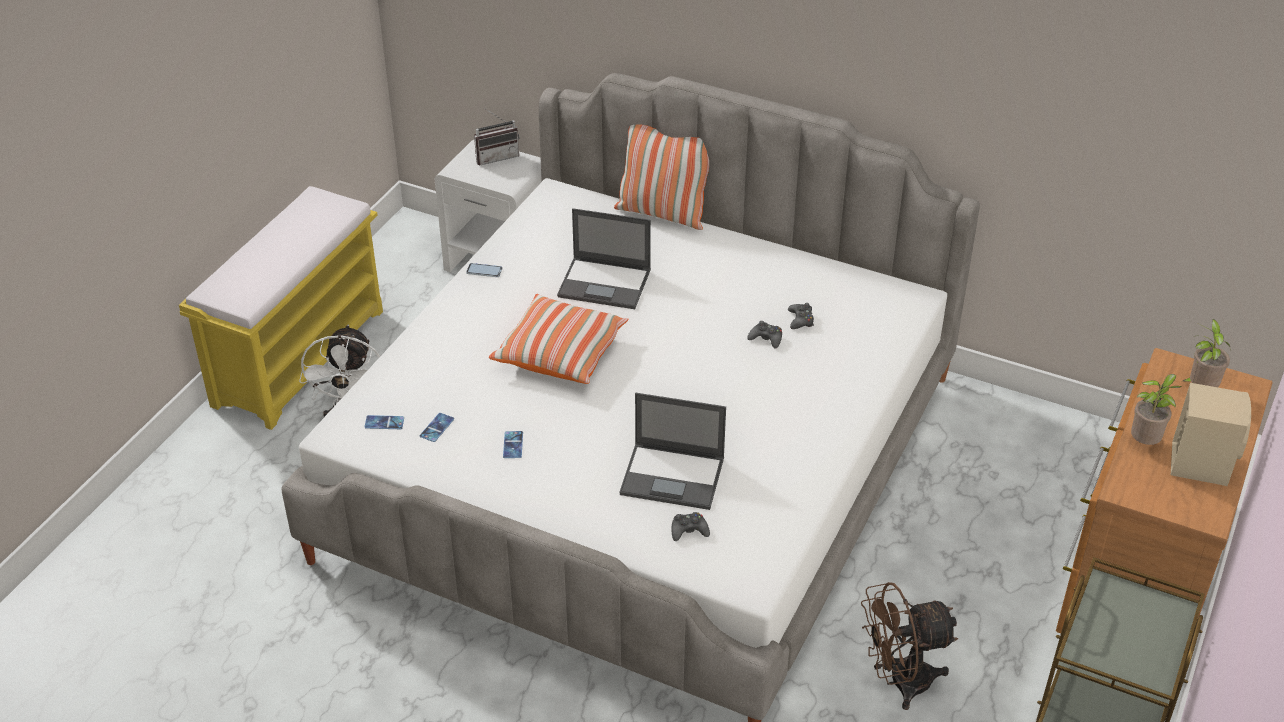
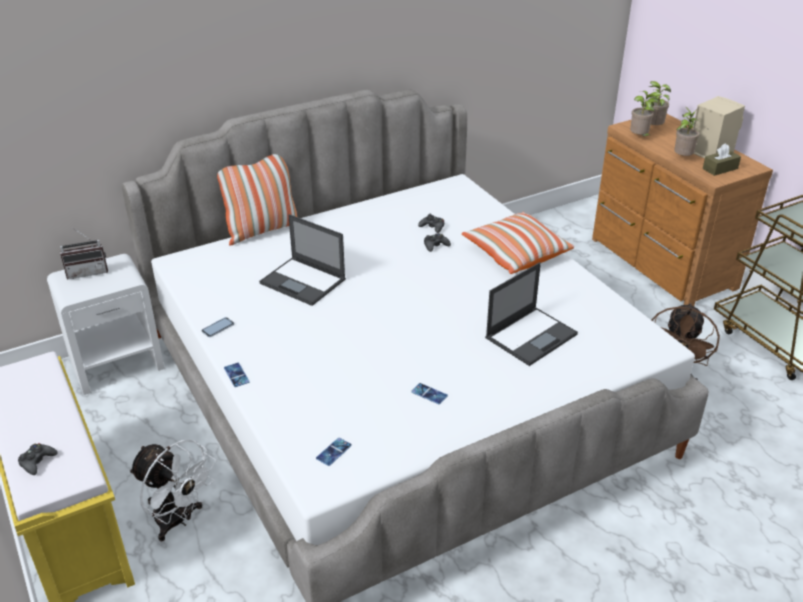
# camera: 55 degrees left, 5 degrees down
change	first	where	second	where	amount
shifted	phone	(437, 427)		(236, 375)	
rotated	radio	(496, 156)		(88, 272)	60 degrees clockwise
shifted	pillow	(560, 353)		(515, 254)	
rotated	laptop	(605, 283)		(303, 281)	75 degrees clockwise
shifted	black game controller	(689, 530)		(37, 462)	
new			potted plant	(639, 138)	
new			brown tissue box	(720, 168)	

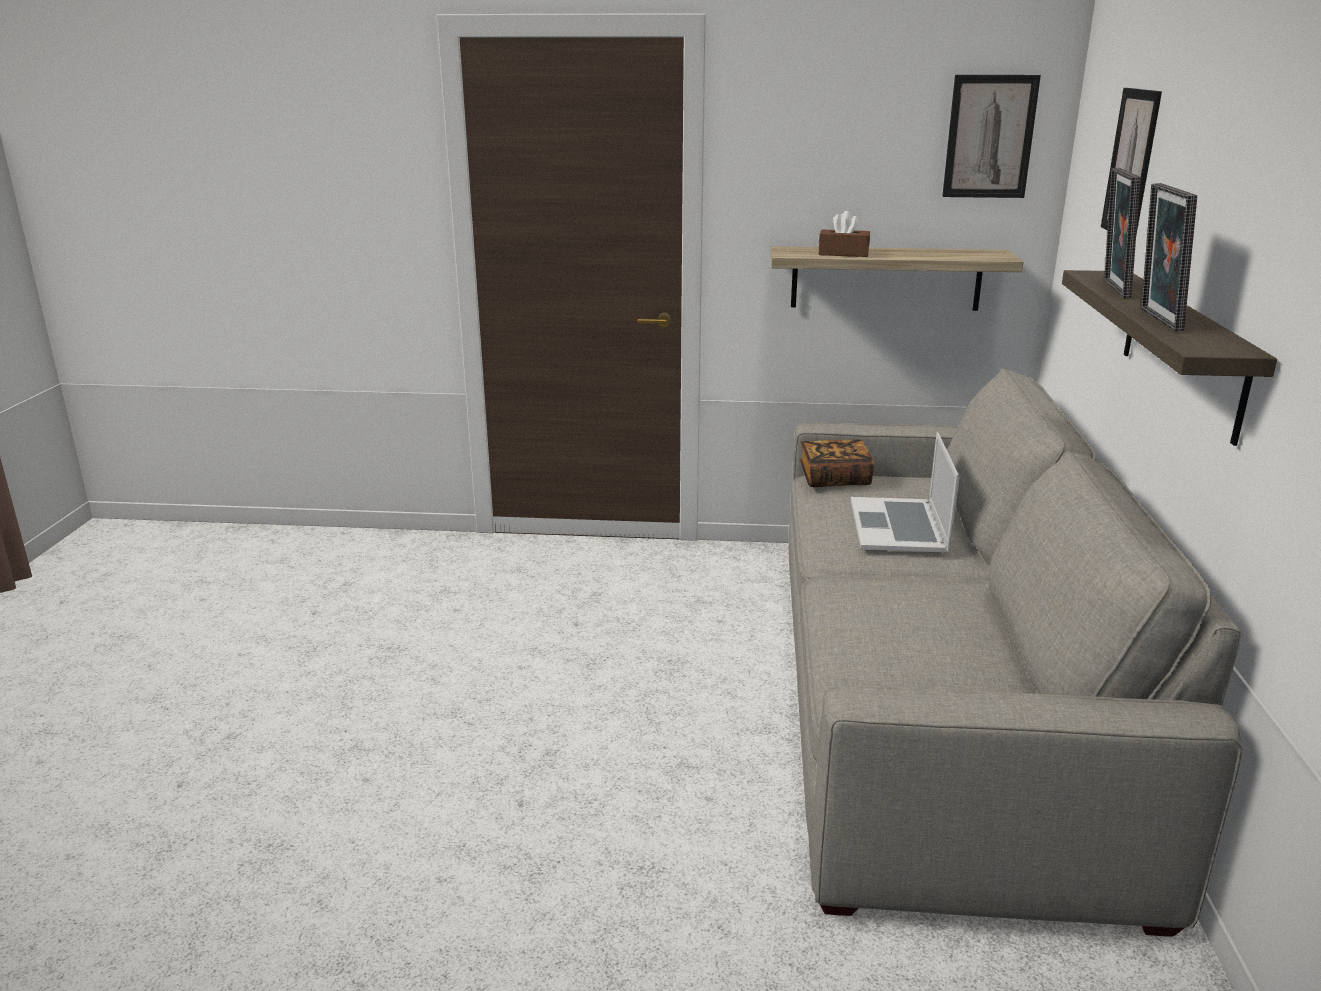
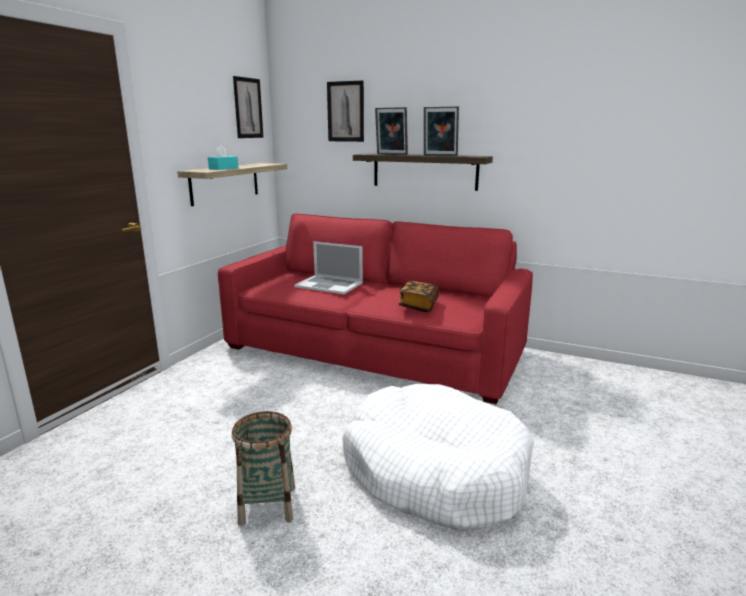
# camera: 70 degrees left, 5 degrees down
change	first	where	second	where	amount
repainted	grey sofa	(935, 698)	red sofa	(374, 349)	
shifted	book	(834, 479)		(418, 305)	
repainted	brown tissue box	(843, 253)	turquoise tissue box	(223, 168)	
new			basket	(267, 505)	
new			white dog bed	(434, 471)	

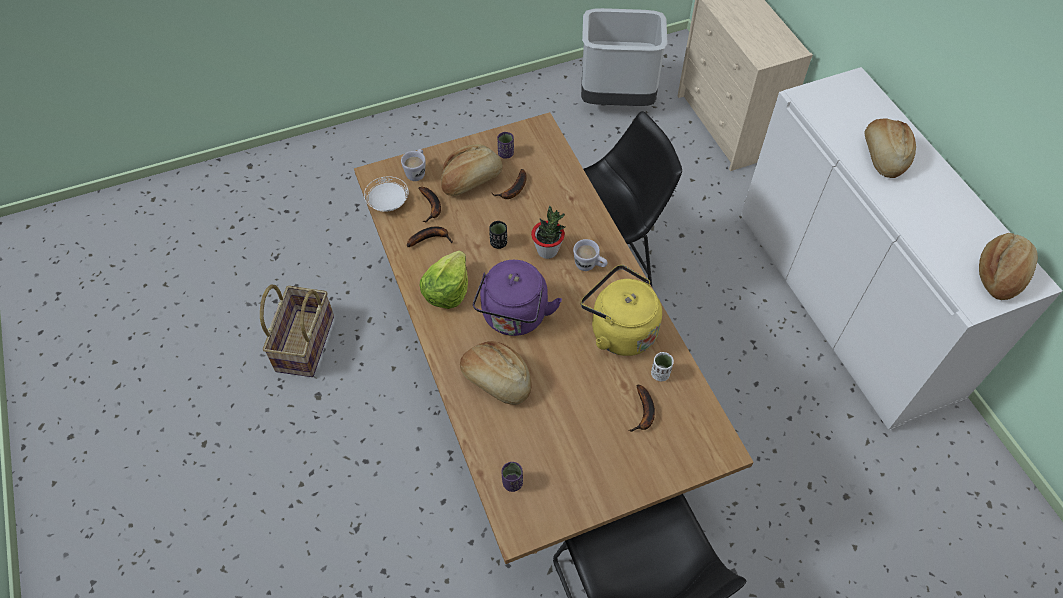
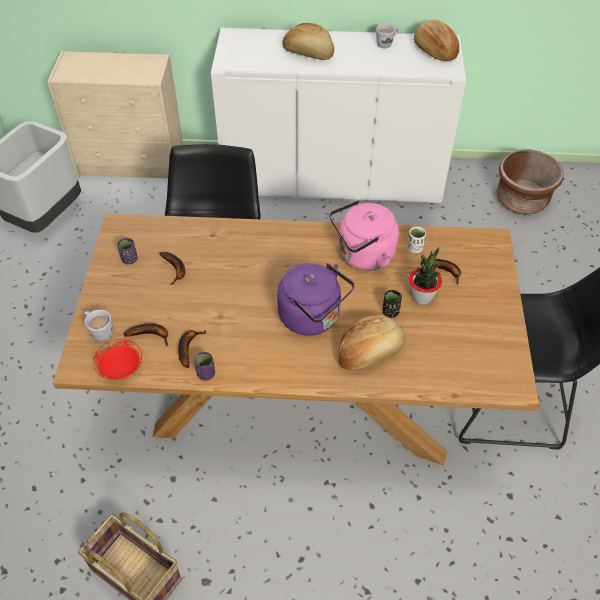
# camera: 65 degrees left, 5 degrees down
change	first	where	second	where	amount
repainted	white plate	(388, 202)	red plate	(120, 367)	
gone	lettuce	(447, 290)			
gone	bread	(471, 180)			
shifted	black cup	(498, 243)		(390, 312)	
shifted	purple cup	(512, 483)		(206, 374)	
shifted	potted plant	(547, 251)		(422, 297)	
shifted	white mug	(589, 266)		(386, 44)	
repainted	yellow kettle	(619, 330)	pink kettle	(363, 256)	
new			brown planter	(521, 200)	

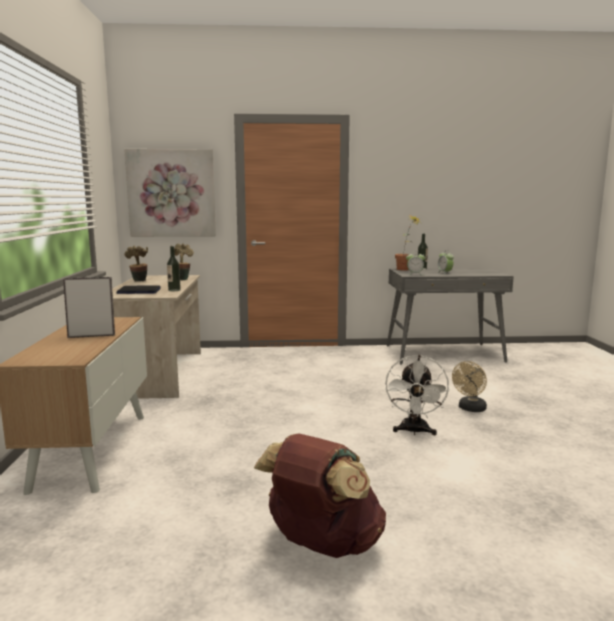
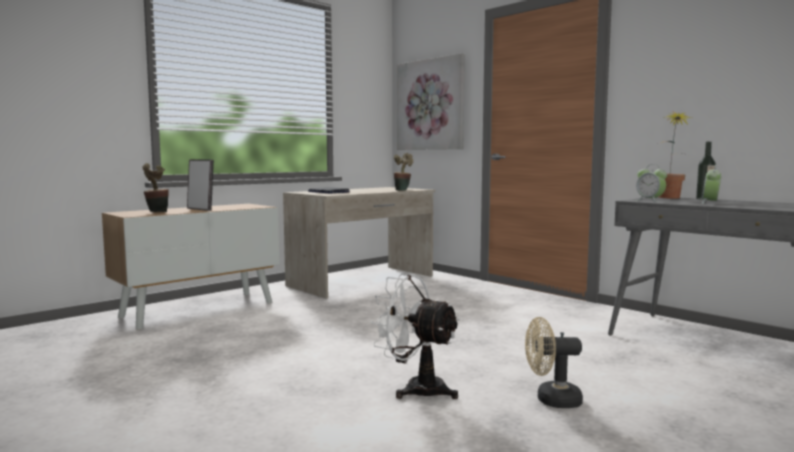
# camera: 50 degrees right, 5 degrees down
change	first	where	second	where	amount
shifted	potted plant	(139, 281)		(156, 212)	
gone	bottle	(174, 290)			
gone	brown backpack	(322, 545)			
rotated	white fan	(414, 431)		(416, 388)	60 degrees clockwise

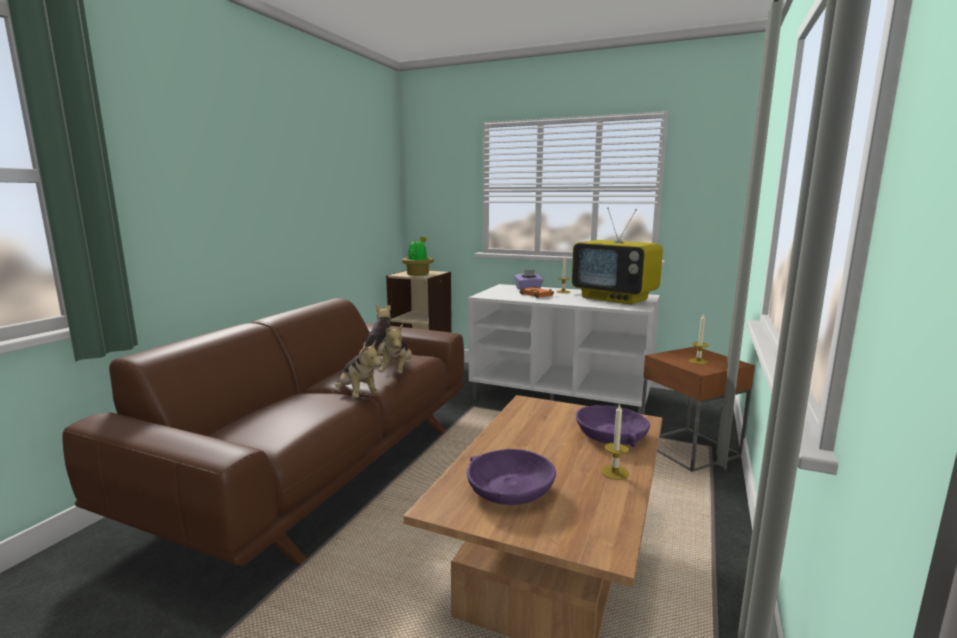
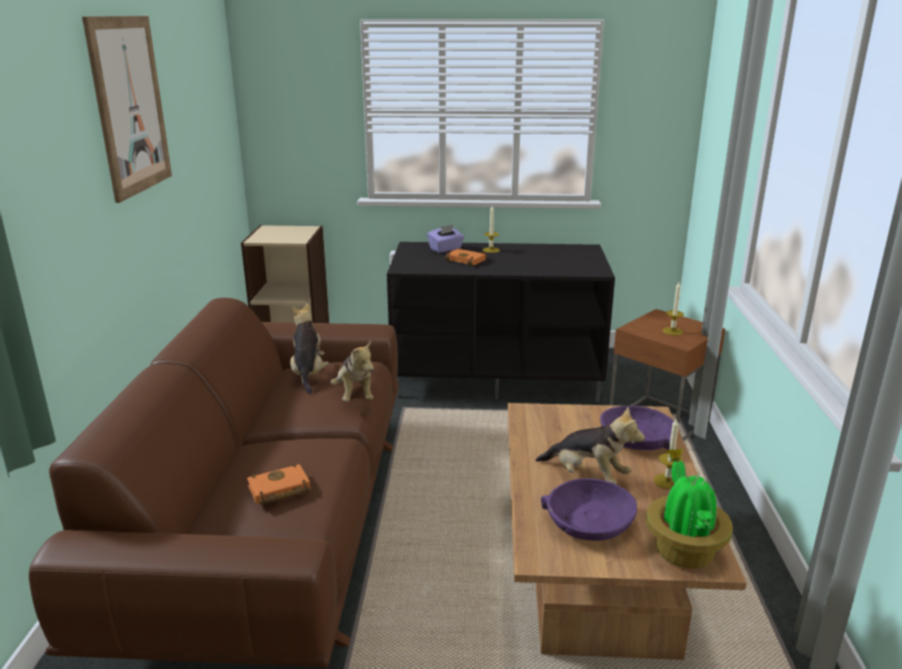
# camera: 20 degrees left, 10 degrees up
change	first	where	second	where	amount
shifted	plush toy	(357, 395)		(587, 476)	
shifted	potted plant	(418, 274)		(682, 549)	
repainted	white tv stand	(562, 397)	black tv stand	(498, 376)	
gone	television	(615, 298)			
new			picture	(130, 106)	
new			orange book	(278, 490)	

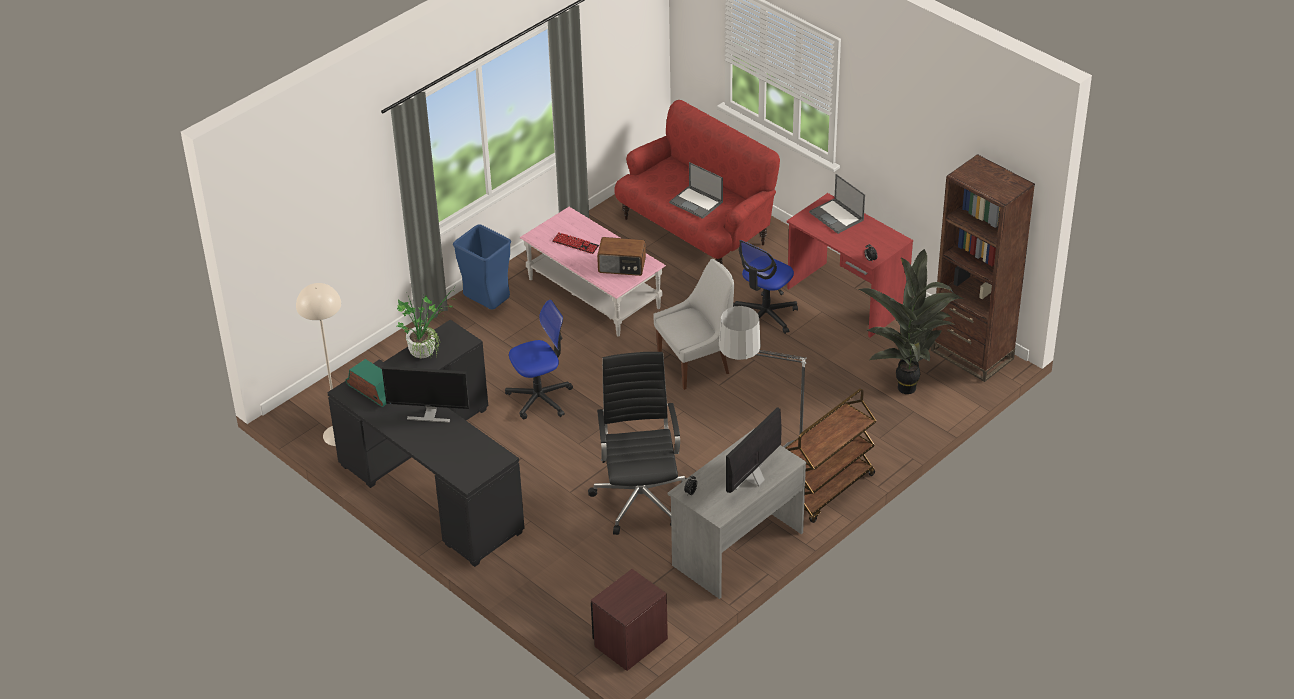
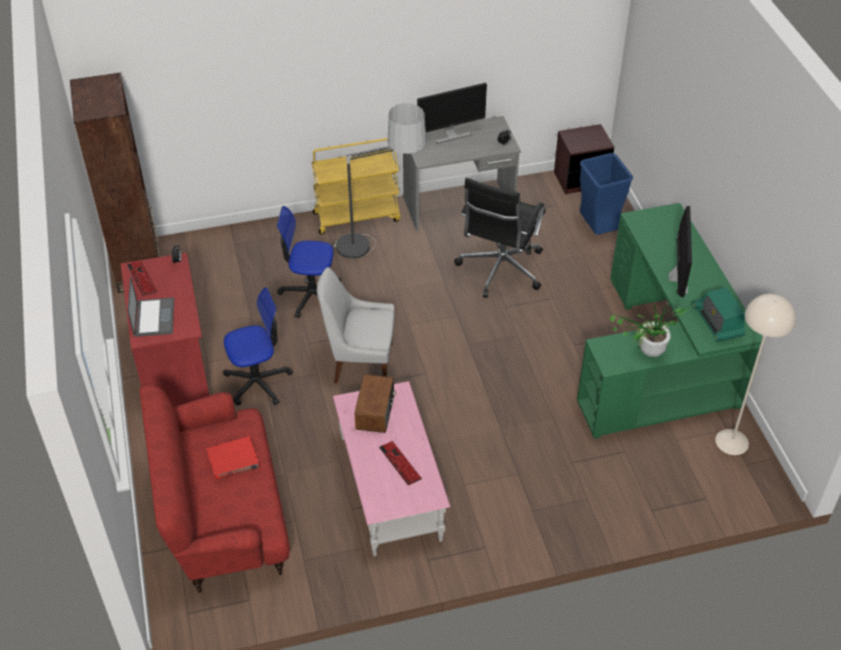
# camera: 150 degrees left, 5 degrees up
change	first	where	second	where	amount
repainted	black desk	(432, 477)	green desk	(662, 361)	
rotated	monitor	(429, 415)		(677, 278)	60 degrees clockwise
shifted	blue trash can	(487, 305)		(598, 230)	
shifted	office chair	(540, 398)		(310, 295)	
rotated	radio	(622, 266)		(376, 412)	60 degrees clockwise
swapped	laptop	(696, 202)	red book	(233, 460)	
repainted	brown cart	(828, 490)	yellow cart	(357, 216)	
gone	potted plant	(907, 385)			
new			keyboard	(142, 279)	

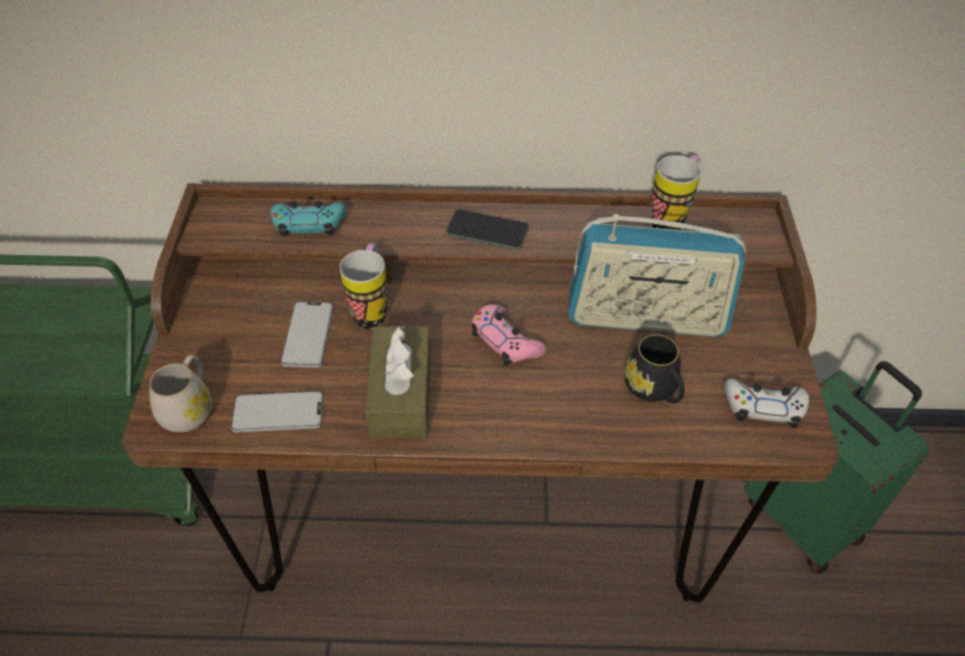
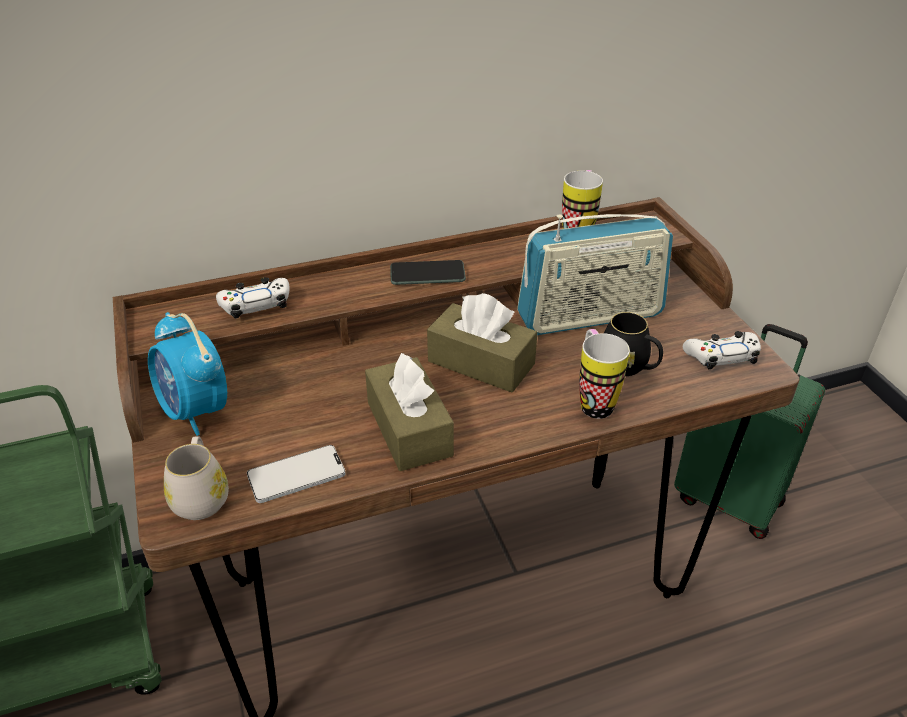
# camera: 20 degrees left, 10 degrees down
change	first	where	second	where	amount
repainted	turquoise game controller	(309, 224)	white game controller	(256, 304)	
gone	phone	(308, 335)			
shifted	mug	(372, 309)		(593, 400)	
swapped	pink game controller	(506, 341)	brown tissue box	(481, 363)	
new			alarm clock	(196, 411)	

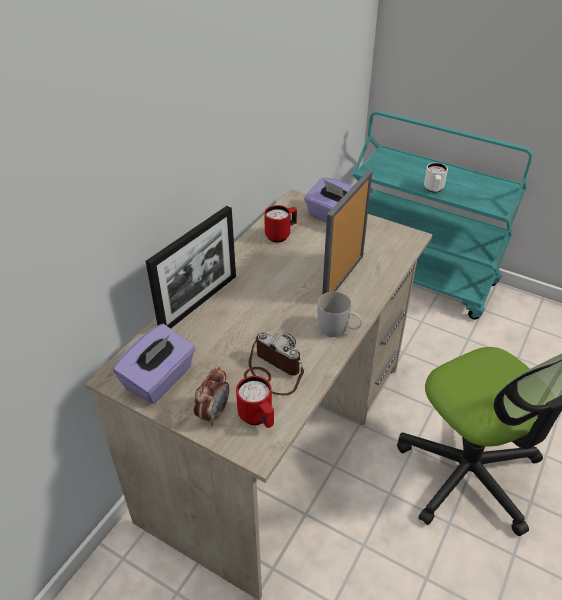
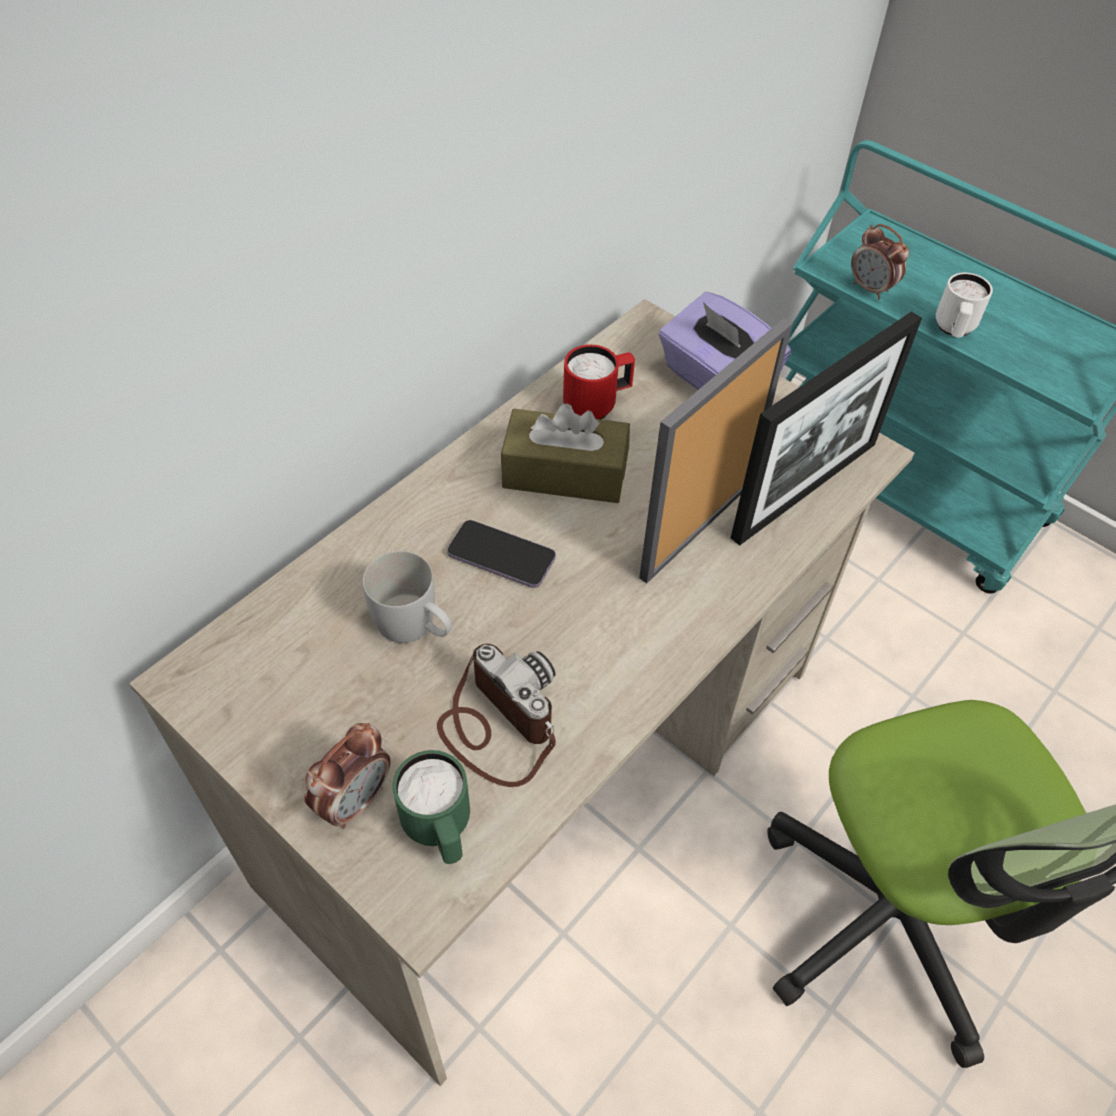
# camera: 10 degrees right, 10 degrees up
change	first	where	second	where	amount
gone	purple tissue box	(160, 379)			
shifted	picture frame	(199, 302)		(805, 489)	
repainted	red mug	(258, 418)	green mug	(440, 829)	
shifted	white mug	(338, 329)		(415, 627)	
new			phone	(501, 556)	
new			brown tissue box	(565, 473)	
new			alarm clock	(871, 289)	

